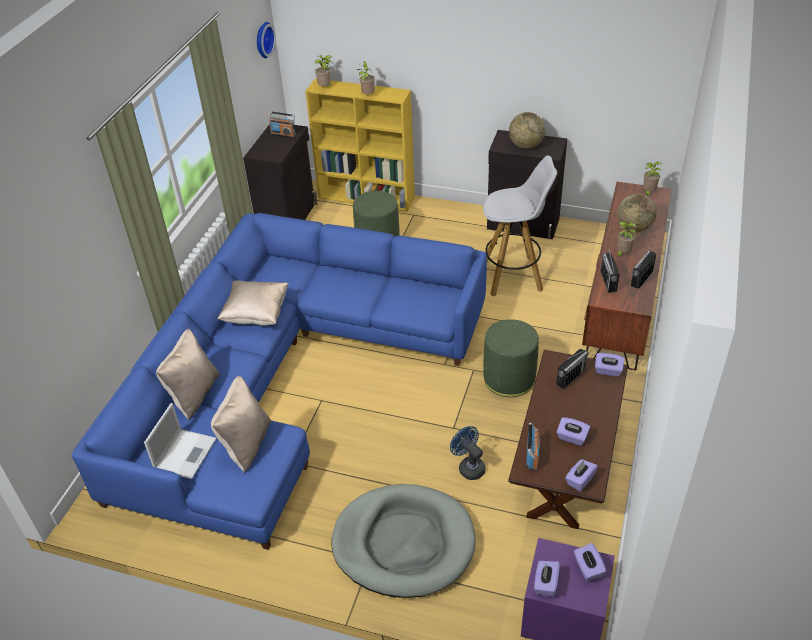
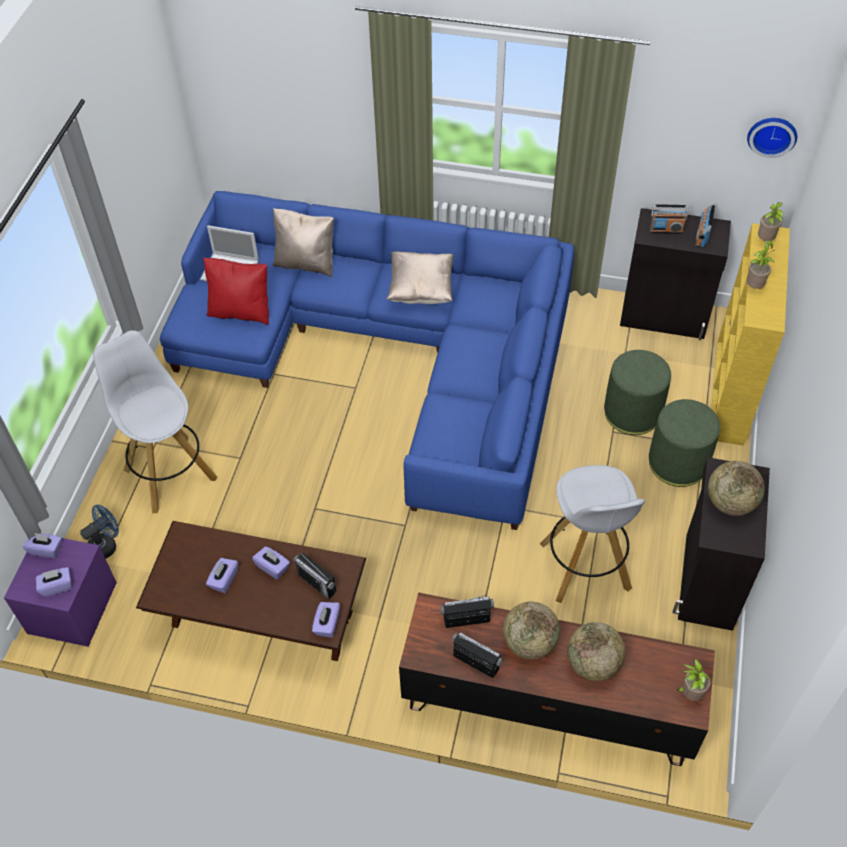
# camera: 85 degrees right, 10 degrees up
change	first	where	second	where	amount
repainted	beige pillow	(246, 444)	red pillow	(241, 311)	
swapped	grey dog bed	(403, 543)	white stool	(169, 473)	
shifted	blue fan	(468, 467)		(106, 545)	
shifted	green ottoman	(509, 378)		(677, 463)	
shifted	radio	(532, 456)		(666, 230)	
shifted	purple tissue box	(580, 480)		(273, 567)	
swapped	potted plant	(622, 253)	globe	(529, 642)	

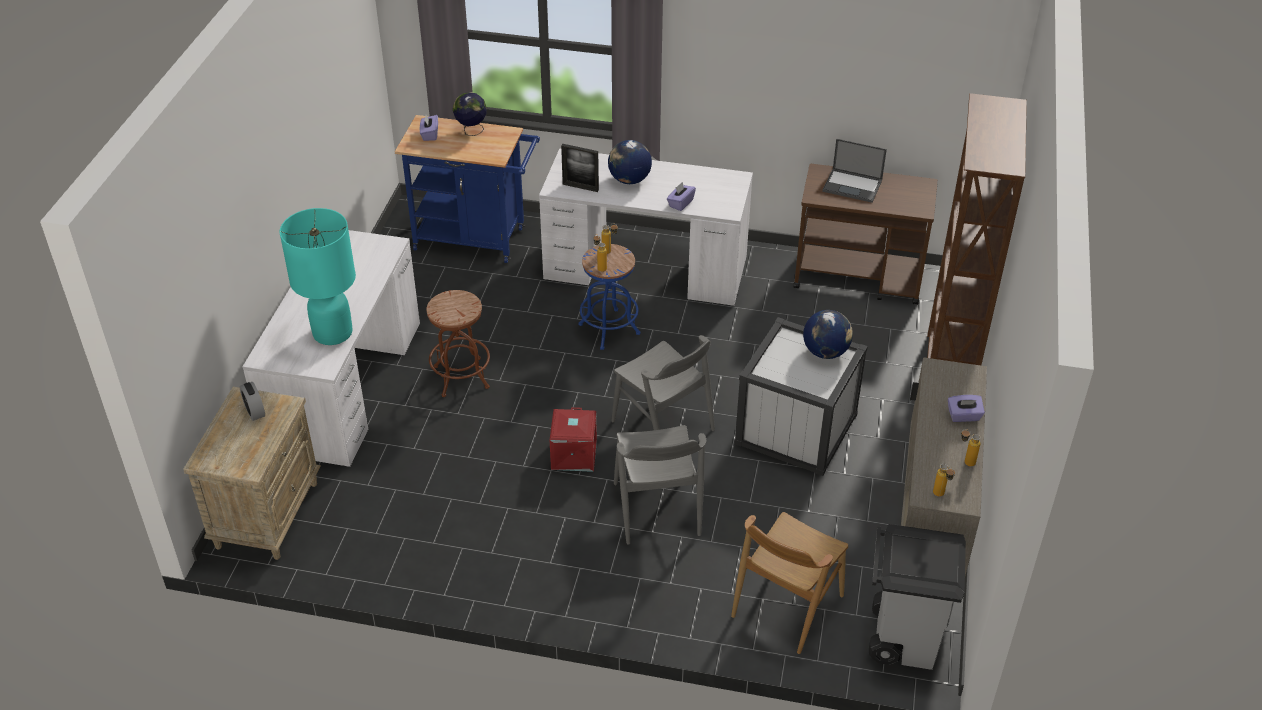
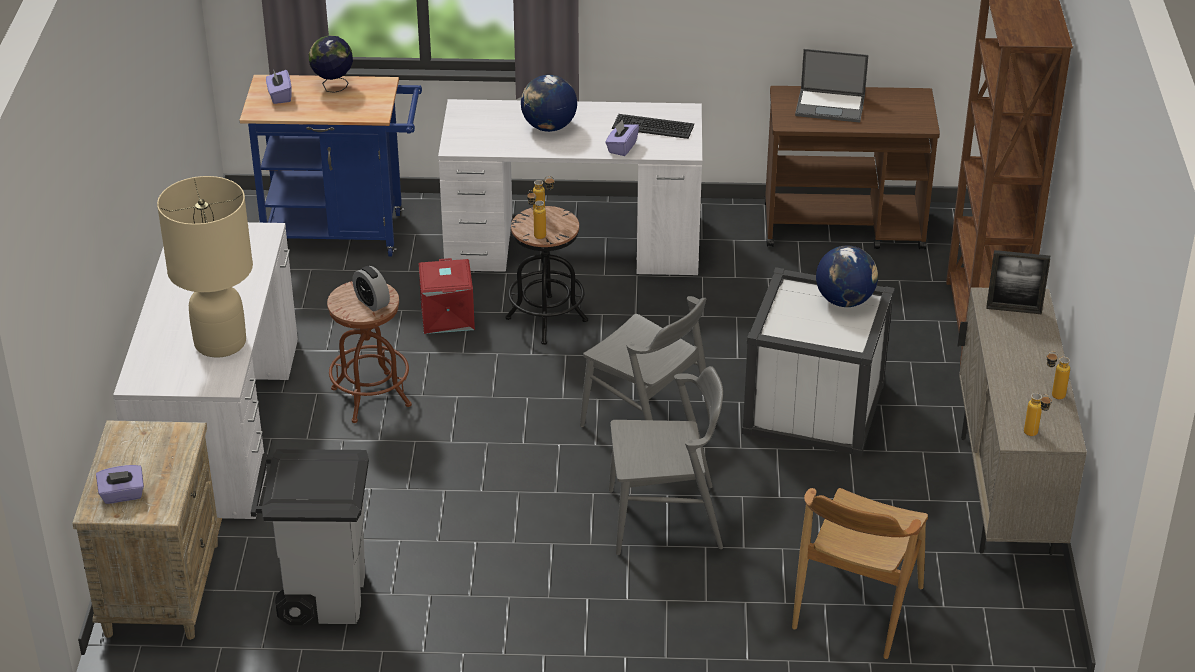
# camera: 10 degrees left, 5 degrees down
change	first	where	second	where	amount
shifted	alarm clock	(254, 411)		(372, 302)	
repainted	turquoise table lamp	(332, 333)	beige table lamp	(220, 343)	
shifted	red storage box	(573, 454)		(446, 316)	
shifted	picture frame	(580, 187)		(1013, 310)	
repainted	blue stool	(609, 329)	black stool	(546, 320)	
rotated	grey chair	(656, 509)		(665, 519)	75 degrees counterclockwise
shifted	grey trash can	(902, 637)		(322, 594)	
shifted	purple tissue box	(964, 416)		(122, 495)	
new			keyboard	(653, 127)	

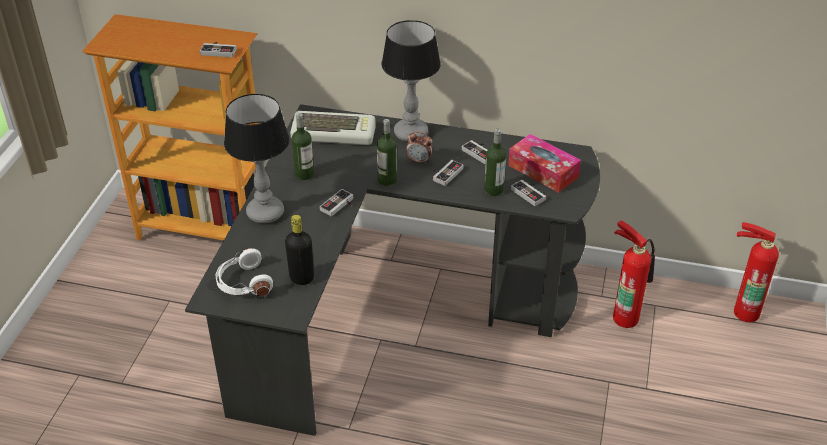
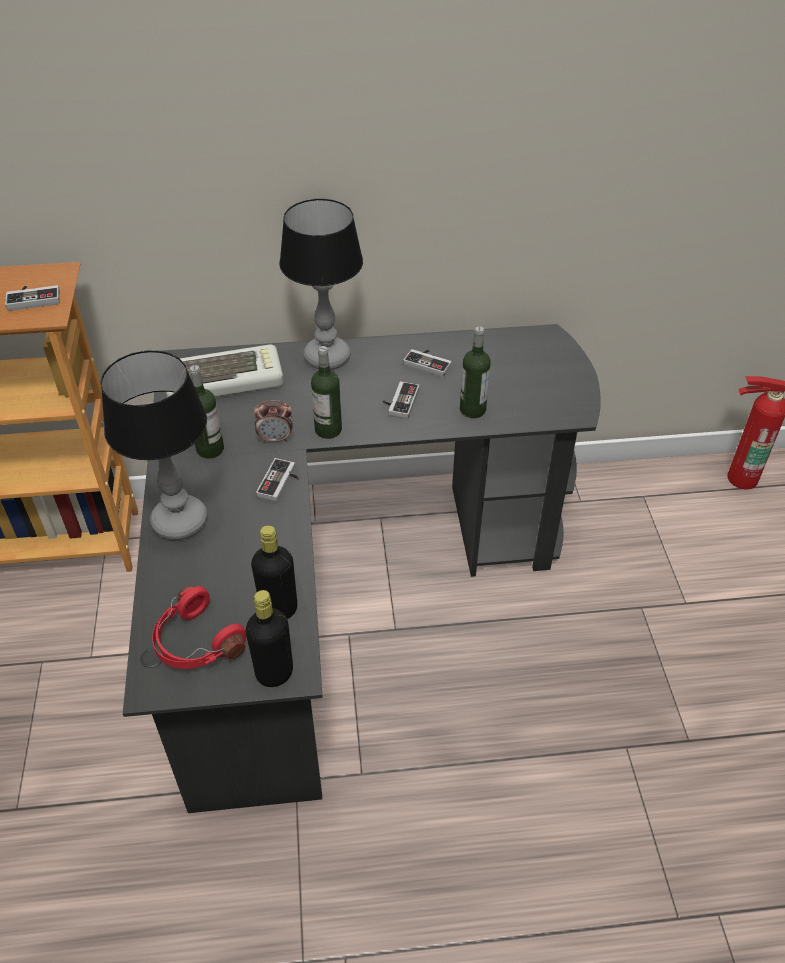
# camera: 20 degrees left, 5 degrees up
change	first	where	second	where	amount
repainted	white headphones	(243, 283)	red headphones	(196, 643)	
shifted	alarm clock	(419, 160)		(275, 439)	
gone	tissue box	(543, 171)			
gone	game controller	(530, 193)			
gone	fire extinguisher	(625, 316)			
new			black bottle	(274, 672)	

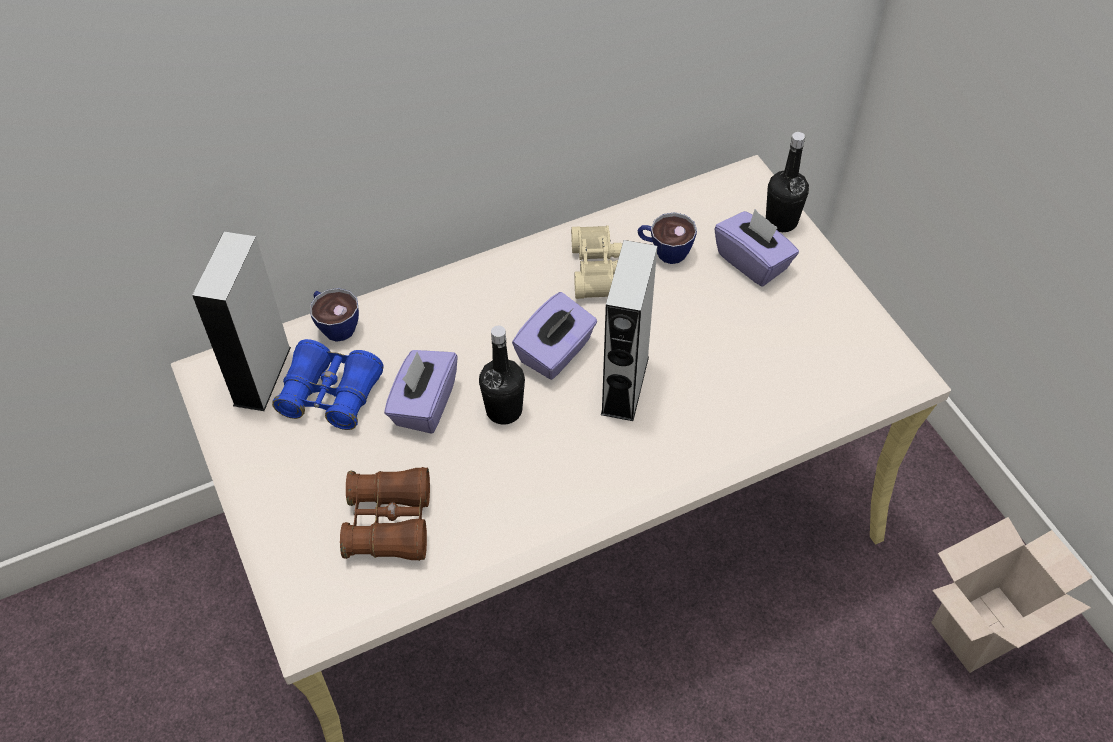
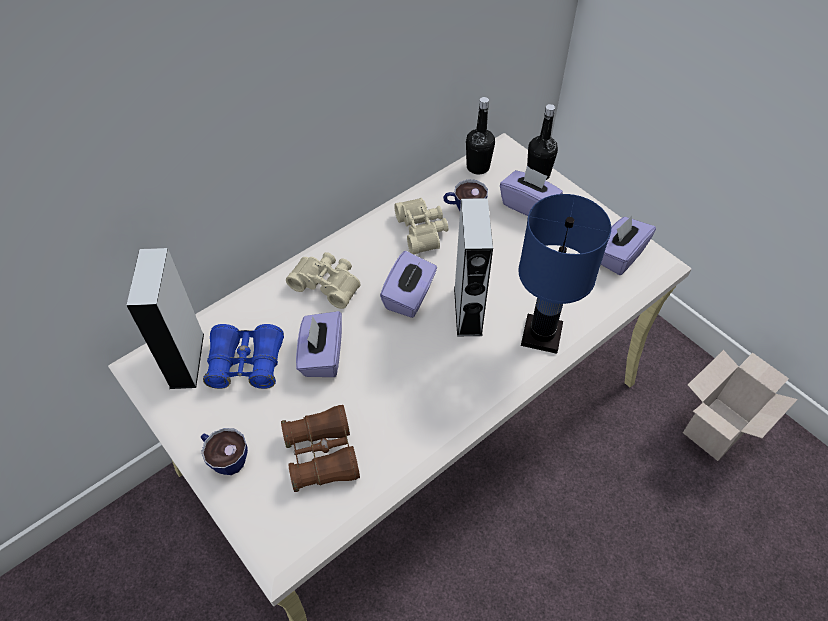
# camera: 15 degrees left, 0 degrees up
change	first	where	second	where	amount
shifted	cup	(335, 325)		(225, 458)	
shifted	black bottle	(504, 410)		(478, 167)	
new			beige binoculars	(327, 283)	
new			blue table lamp	(541, 334)	
new			purple tissue box	(619, 256)	

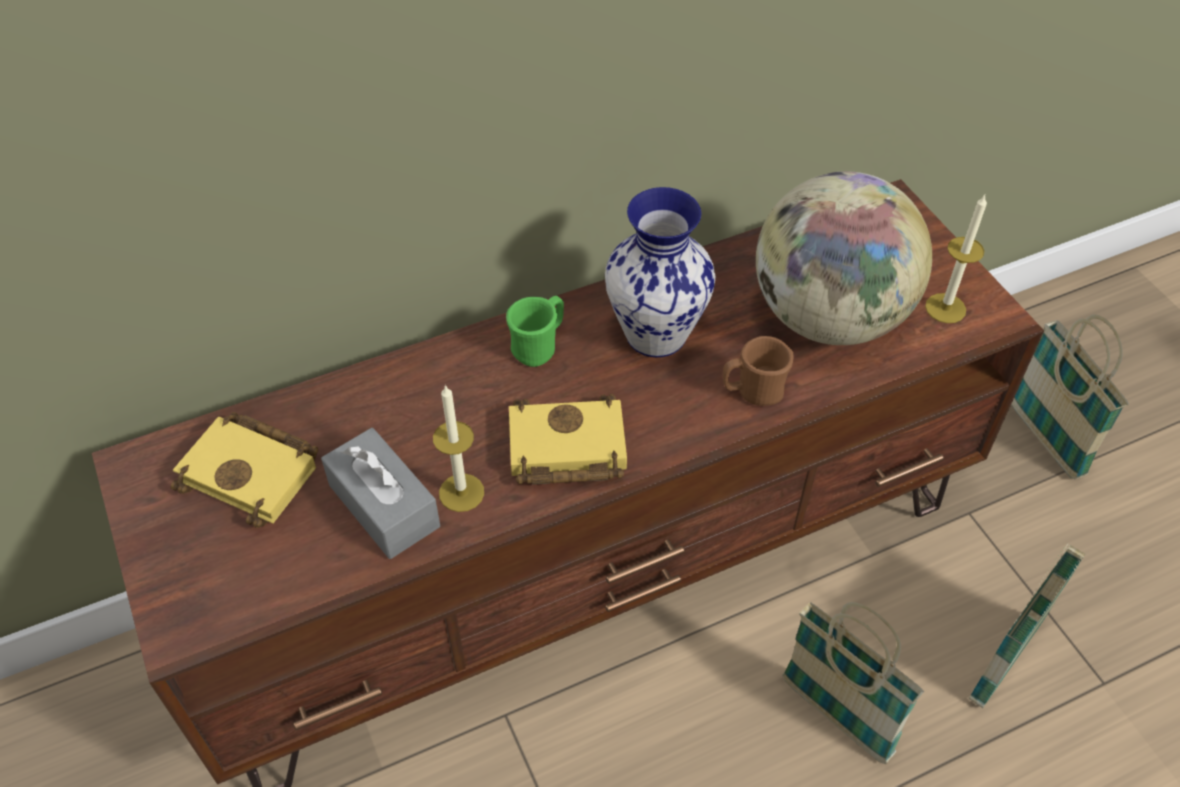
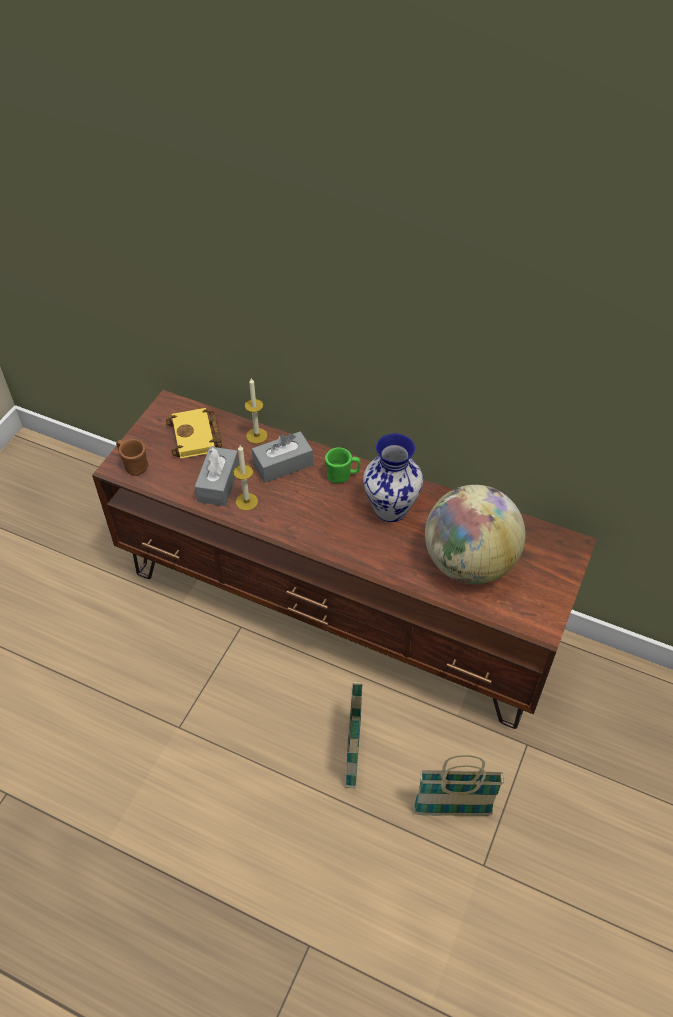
# camera: 50 degrees right, 0 degrees up
change	first	where	second	where	amount
gone	yellow book	(564, 450)			
shifted	brown mug	(753, 392)		(133, 465)	
shifted	candle	(945, 308)		(256, 435)	
gone	basket	(1045, 439)			
new			grey tissue box	(283, 464)	

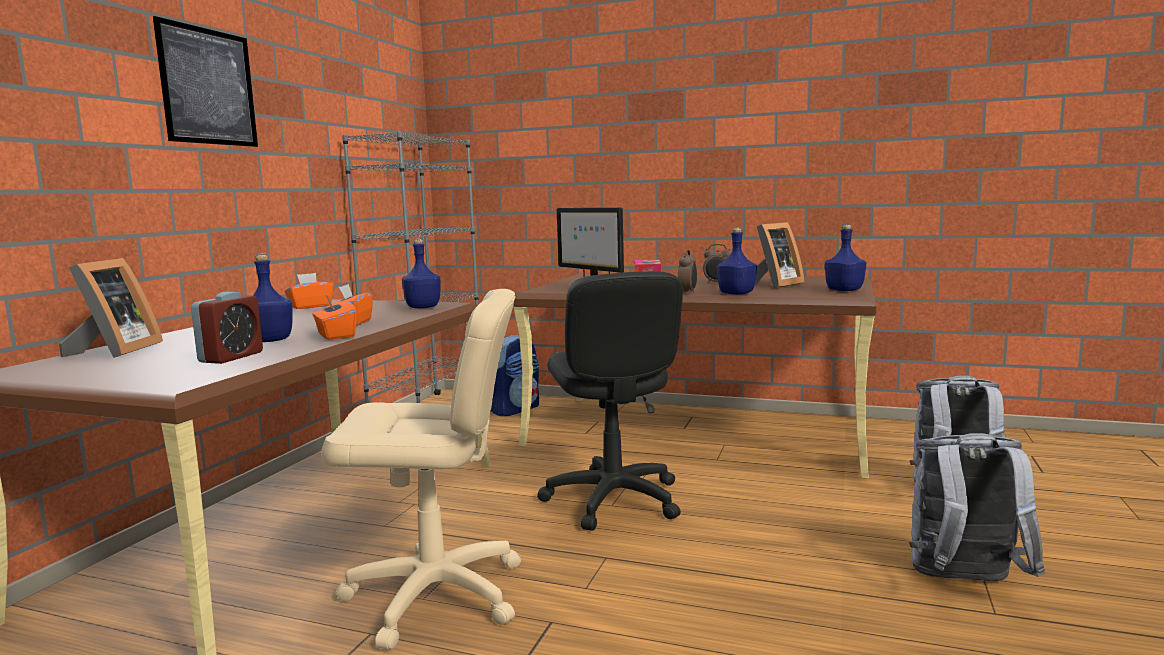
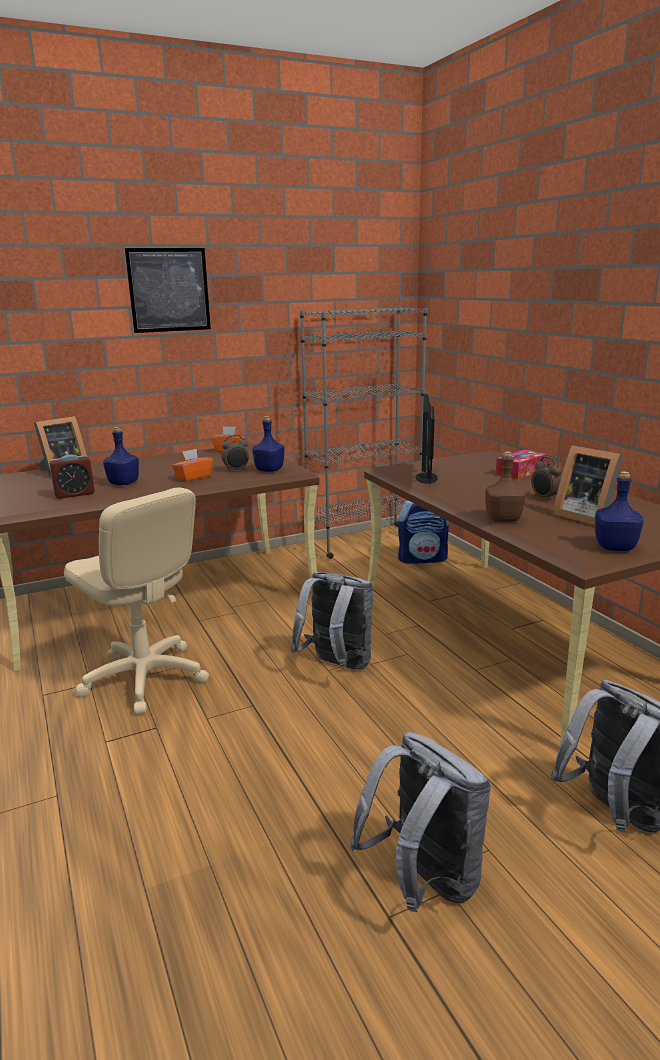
# camera: 45 degrees right, 10 degrees up
change	first	where	second	where	amount
gone	orange tissue box	(335, 336)			
swapped	black office chair	(613, 500)	grey backpack	(336, 666)	
shifted	alarm clock	(688, 293)		(236, 470)	
repainted	blue bottle	(735, 293)	brown bottle	(502, 519)	
rotated	picture frame	(774, 285)		(584, 516)	45 degrees clockwise

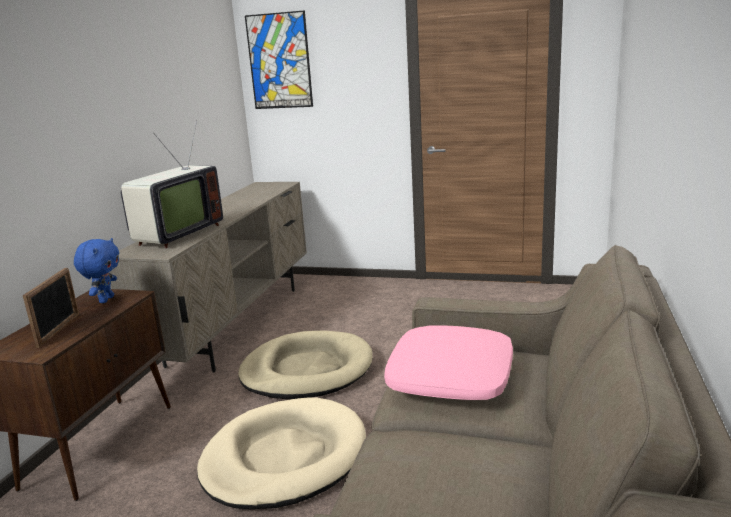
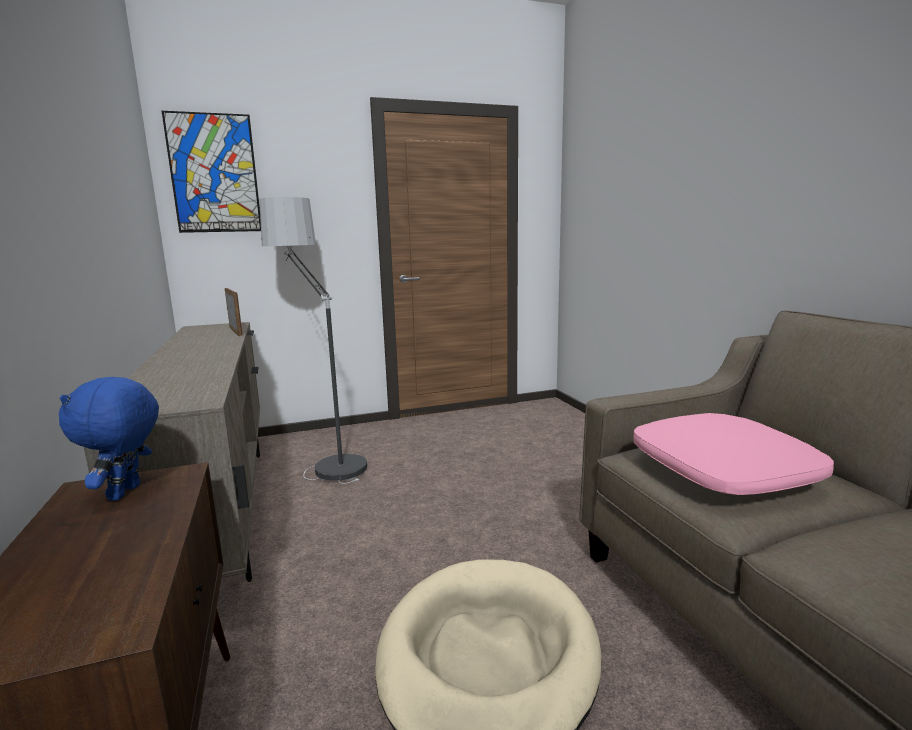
# camera: 35 degrees left, 5 degrees down
change	first	where	second	where	amount
shifted	picture frame	(59, 330)		(235, 331)	
rotated	blue plush toy	(105, 299)		(126, 493)	150 degrees counterclockwise
gone	television	(175, 235)			
gone	beige dog bed	(307, 370)			
new			floor lamp	(322, 458)	

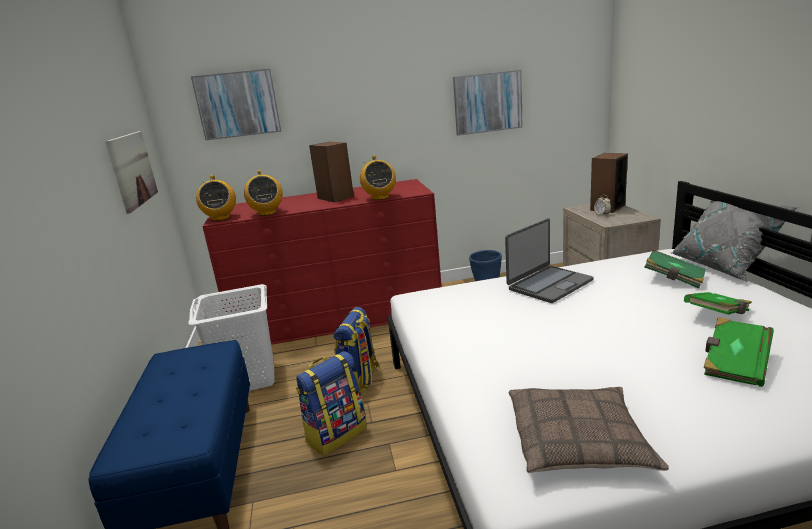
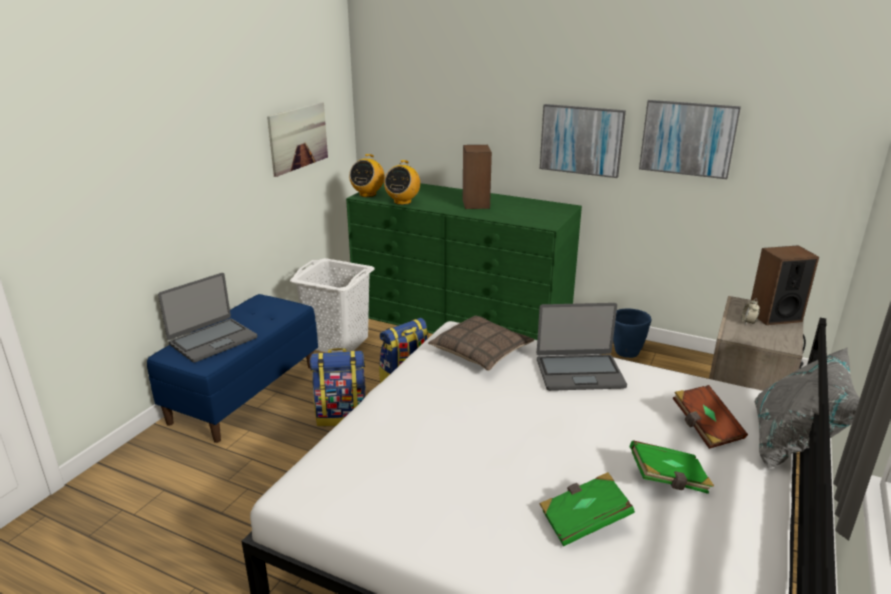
# camera: 35 degrees right, 5 degrees up
change	first	where	second	where	amount
shifted	picture	(237, 104)		(581, 140)	
repainted	red dresser	(339, 316)	green dresser	(460, 320)	
gone	radio	(380, 197)			
shifted	pillow	(578, 441)		(481, 351)	
repainted	green book	(674, 279)	brown book	(705, 427)	
new			laptop	(212, 340)	

